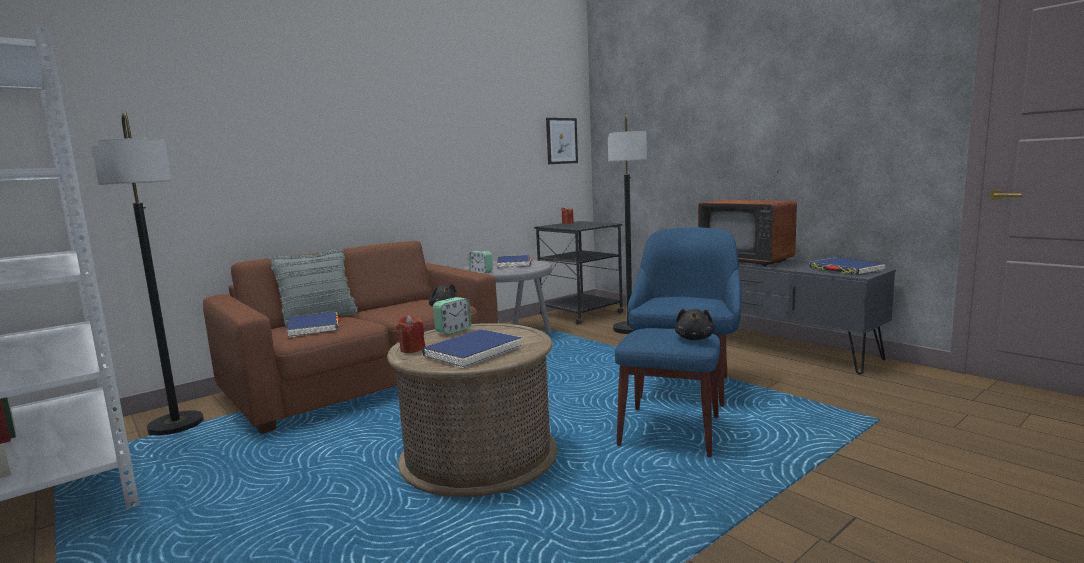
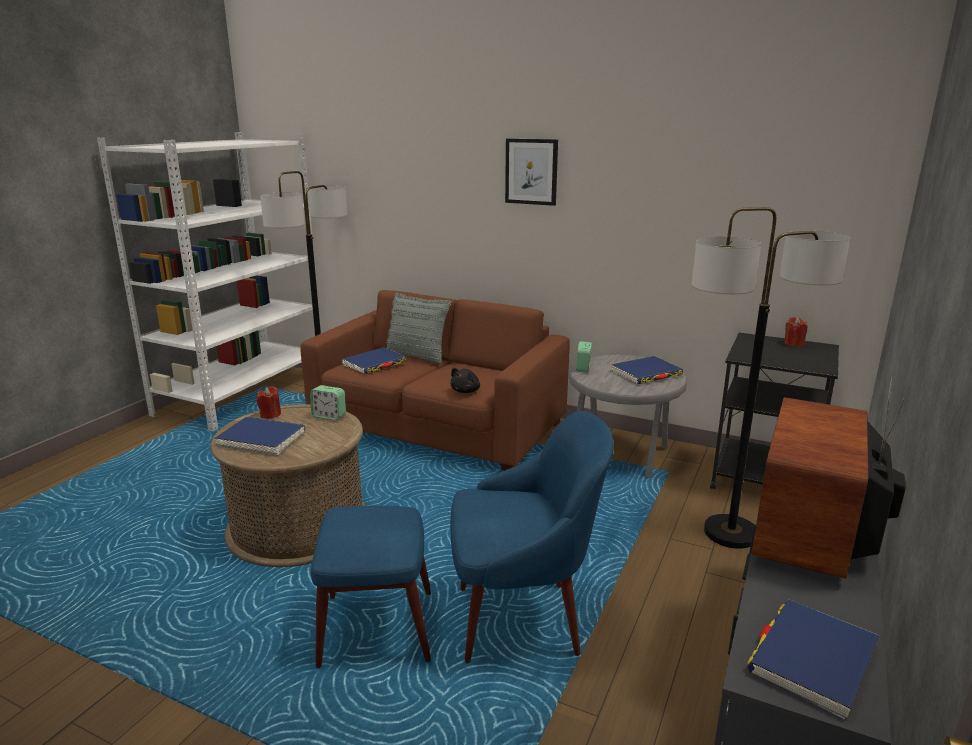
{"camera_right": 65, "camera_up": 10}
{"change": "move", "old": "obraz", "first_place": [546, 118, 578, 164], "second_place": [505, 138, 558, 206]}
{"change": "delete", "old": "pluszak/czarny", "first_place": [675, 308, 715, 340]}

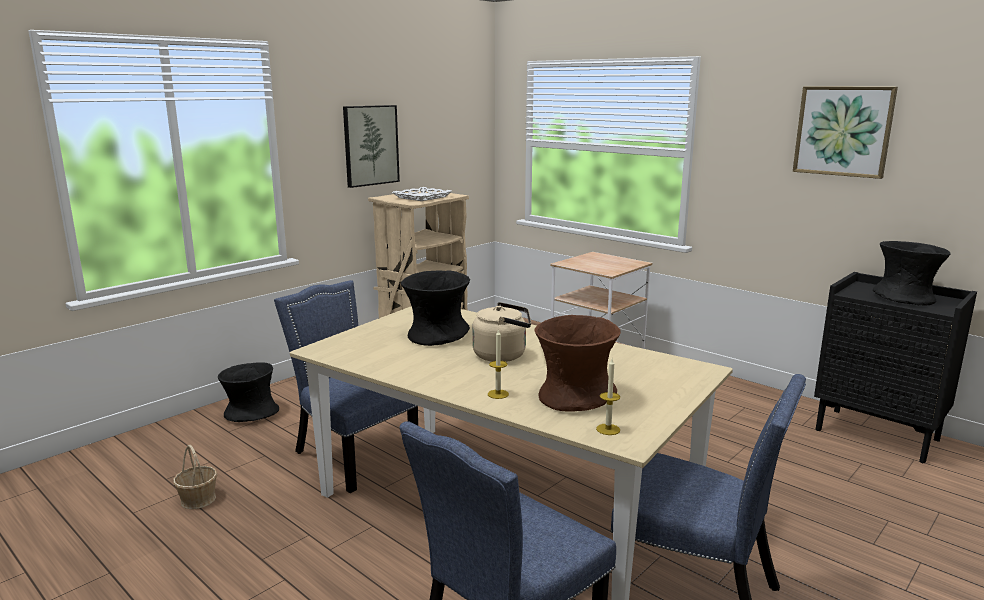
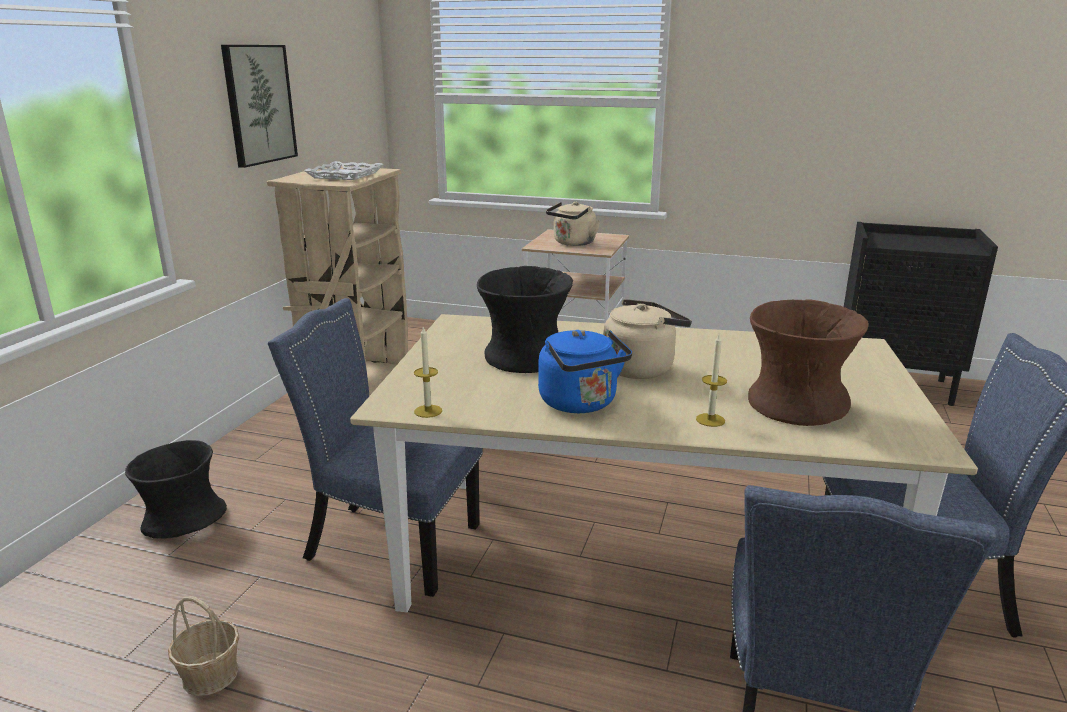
{"camera_right": -25, "camera_up": 5}
{"change": "move", "old": "świeca", "first_place": [596, 359, 620, 435], "second_place": [414, 326, 442, 418]}
{"change": "insert", "new": "czajnik/niebieski", "second_place": [538, 330, 632, 413]}
{"change": "insert", "new": "czajnik/beżowy", "second_place": [546, 202, 600, 246]}
{"change": "delete", "old": "obraz", "first_place": [793, 87, 898, 179]}
{"change": "delete", "old": "wazon/czarny", "first_place": [873, 241, 951, 305]}

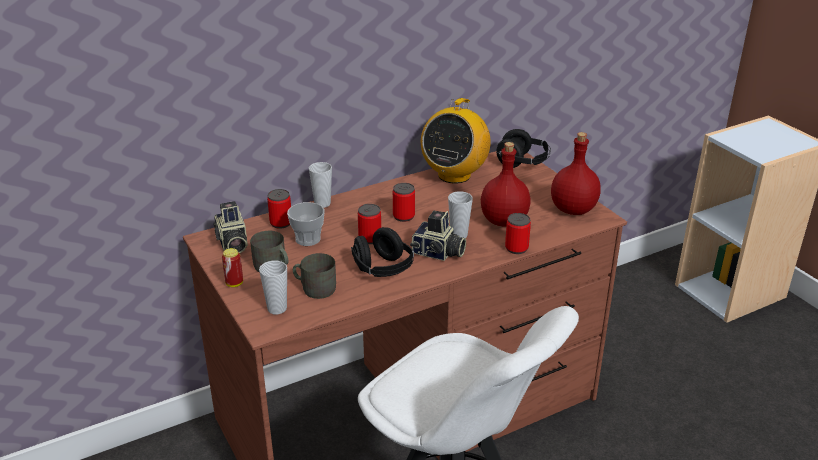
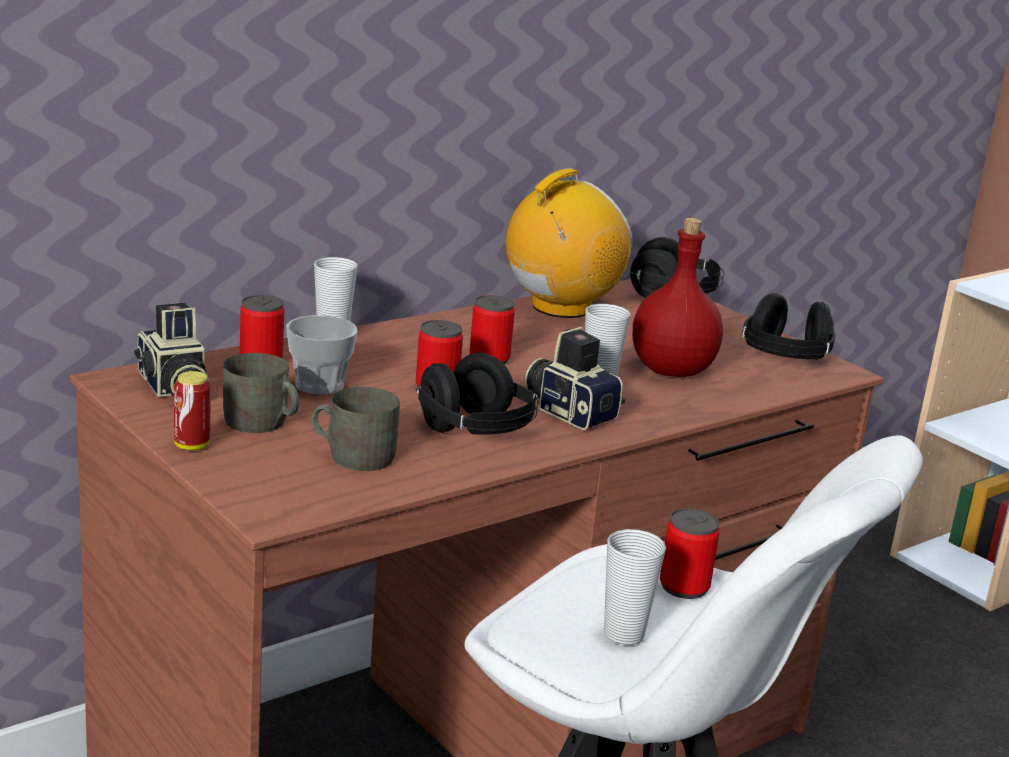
{"camera_right": -10, "camera_up": -10}
{"change": "rotate", "old": "radio", "first_place": [421, 98, 491, 184], "second_place": [506, 168, 633, 318], "degrees": -150}
{"change": "rotate", "old": "aparat fotograficzny", "first_place": [410, 211, 466, 261], "second_place": [525, 327, 625, 430], "degrees": -150}
{"change": "move", "old": "filiżanka", "first_place": [259, 260, 287, 314], "second_place": [604, 529, 666, 645]}
{"change": "move", "old": "puszka", "first_place": [505, 213, 531, 254], "second_place": [660, 508, 720, 599]}
{"change": "replace", "old": "butelka/czerwony", "new": "słuchawki/czarny", "first_place": [551, 132, 601, 215], "second_place": [742, 293, 835, 360]}

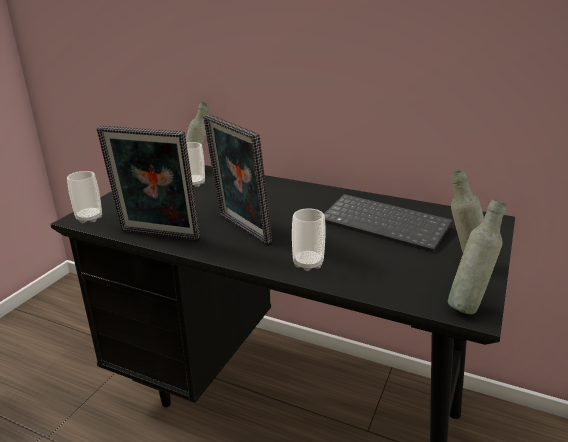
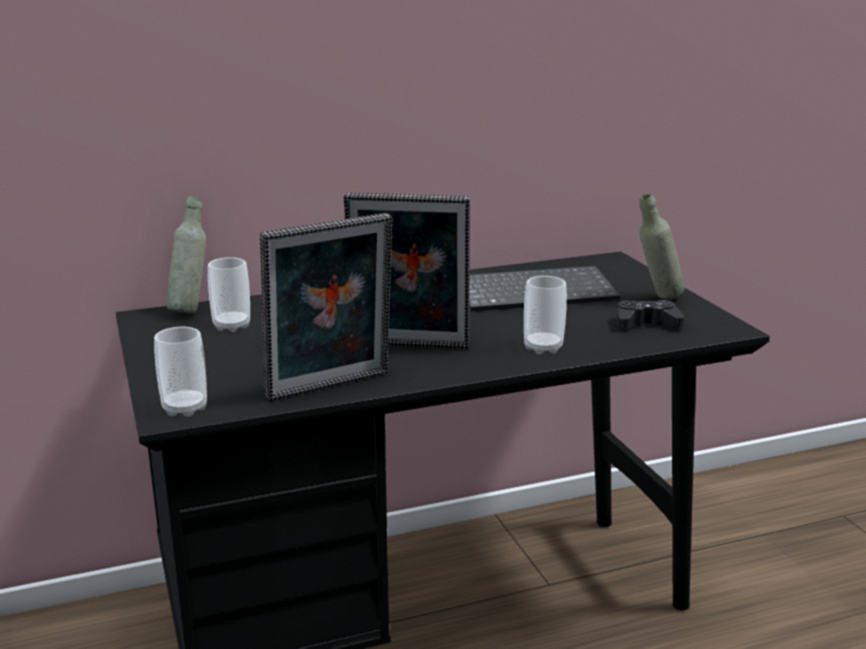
{"camera_right": -45, "camera_up": -5}
{"change": "insert", "new": "pad do gier/czarny", "second_place": [617, 300, 684, 328]}
{"change": "delete", "old": "butelka/szary", "first_place": [448, 199, 506, 314]}

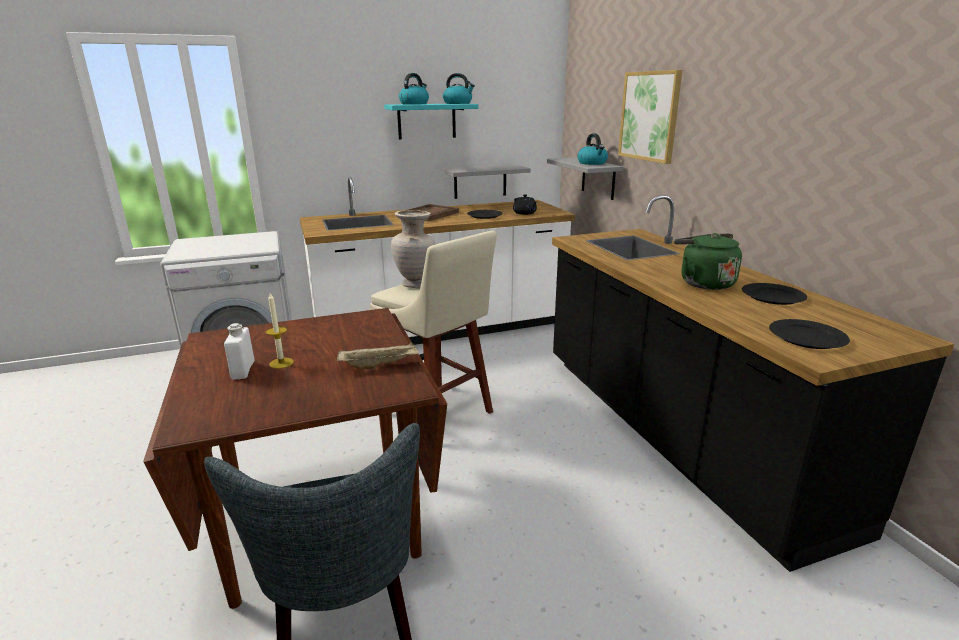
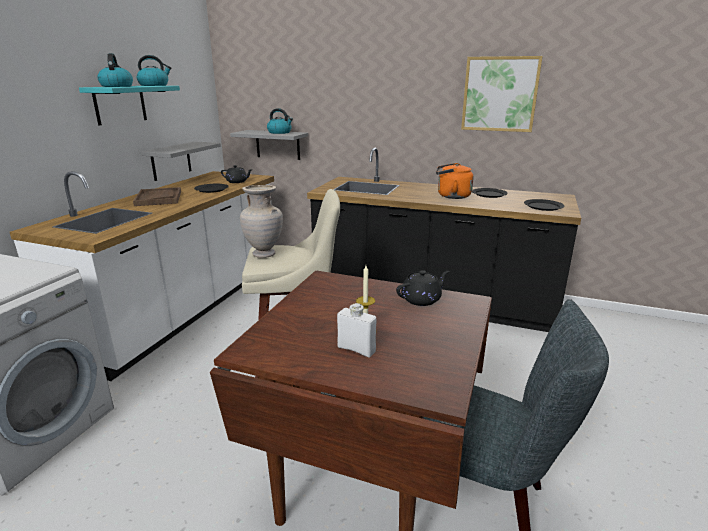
{"camera_right": -50, "camera_up": 0}
{"change": "replace", "old": "taca/beżowy", "new": "imbryk/czarny", "first_place": [337, 342, 419, 369], "second_place": [396, 270, 449, 306]}
{"change": "recolor", "old": "czajnik/zielony", "new": "czajnik/pomarańczowy", "first_place": [674, 233, 742, 290], "second_place": [436, 163, 474, 199]}
{"change": "move", "old": "obraz", "first_place": [618, 70, 682, 164], "second_place": [461, 56, 542, 132]}

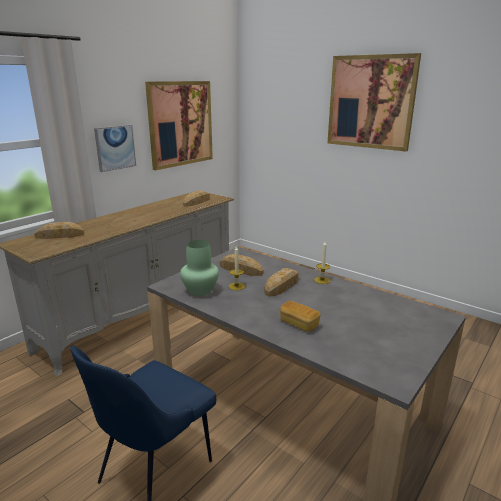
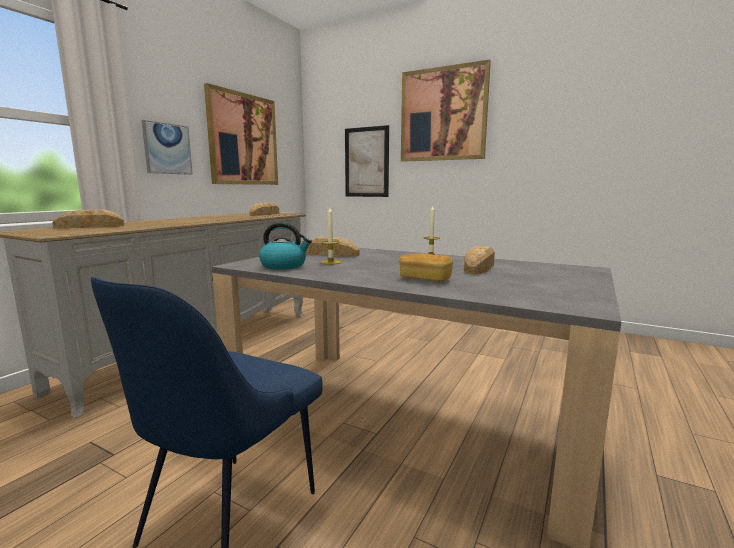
{"camera_right": -10, "camera_up": -10}
{"change": "replace", "old": "wazon/zielony", "new": "czajnik", "first_place": [180, 240, 219, 296], "second_place": [259, 222, 312, 270]}
{"change": "insert", "new": "obraz", "second_place": [345, 125, 389, 197]}
{"change": "move", "old": "chleb", "first_place": [265, 268, 299, 296], "second_place": [464, 246, 495, 274]}

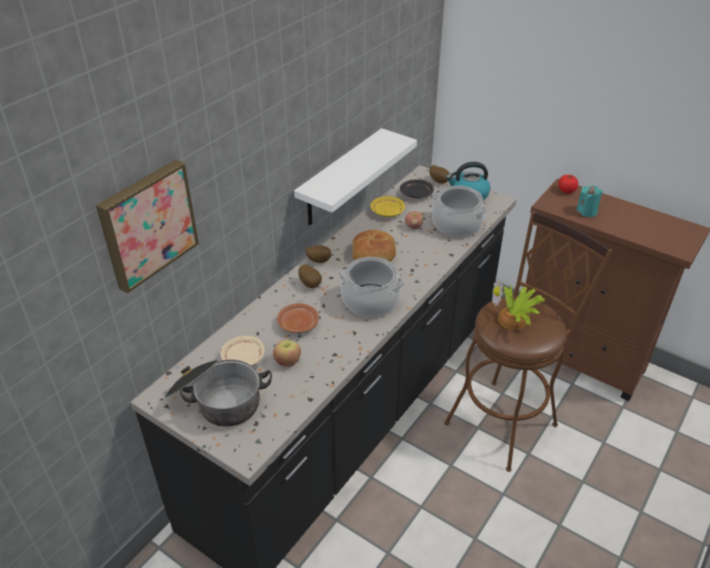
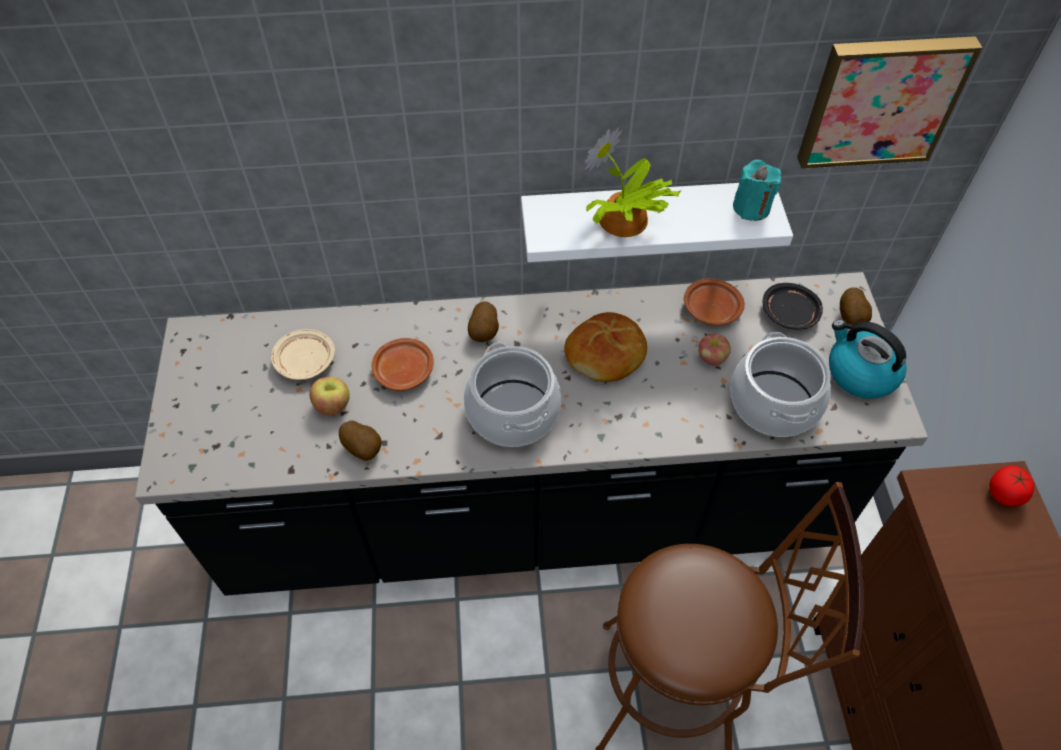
{"camera_right": 50, "camera_up": 15}
{"change": "move", "old": "ziemniak", "first_place": [306, 245, 331, 263], "second_place": [339, 421, 381, 461]}
{"change": "move", "old": "roślina doniczkowa", "first_place": [492, 276, 545, 330], "second_place": [584, 127, 682, 237]}
{"change": "recolor", "old": "talerz/żółty", "new": "talerz/brązowy", "first_place": [370, 196, 405, 217], "second_place": [684, 278, 745, 326]}
{"change": "move", "old": "świeca/turkusowy", "first_place": [576, 185, 603, 217], "second_place": [733, 160, 781, 221]}
{"change": "move", "old": "obraz", "first_place": [96, 160, 199, 294], "second_place": [797, 36, 982, 169]}
{"change": "delete", "old": "garnek", "first_place": [165, 360, 272, 427]}

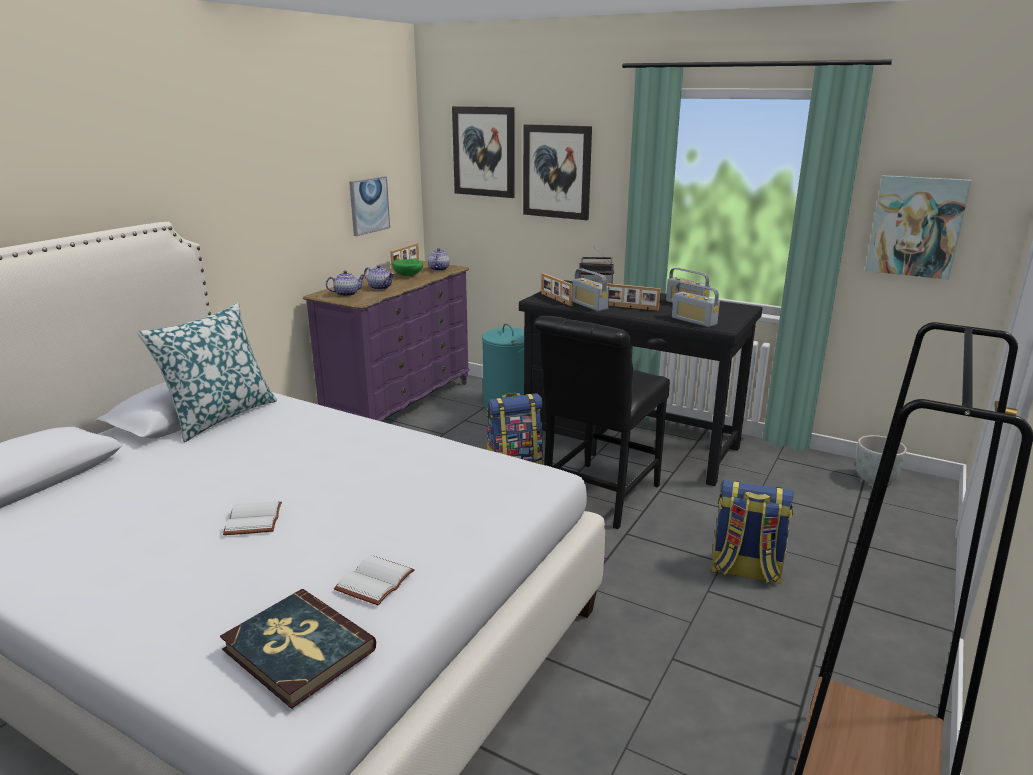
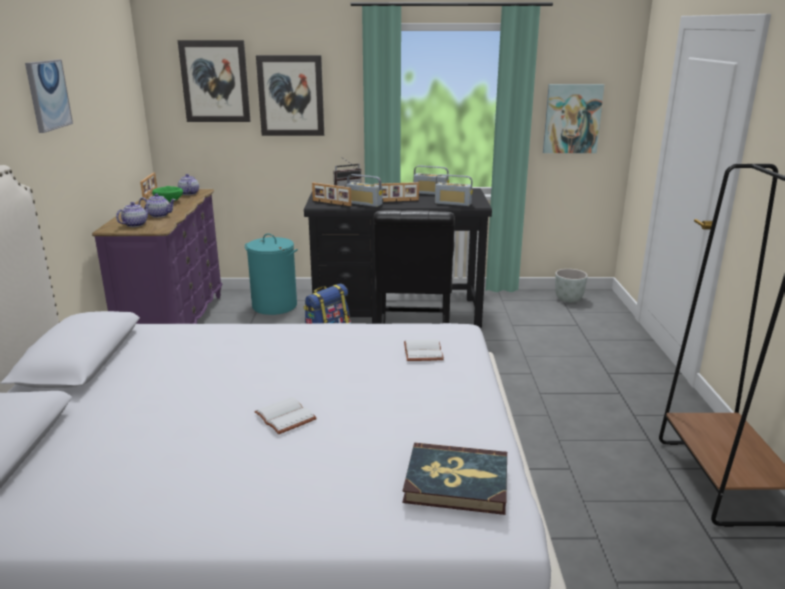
{"camera_right": -30, "camera_up": 0}
{"change": "move", "old": "obraz", "first_place": [349, 176, 390, 236], "second_place": [25, 60, 73, 133]}
{"change": "move", "old": "książka/biały", "first_place": [334, 555, 415, 605], "second_place": [404, 340, 444, 361]}
{"change": "delete", "old": "poduszka", "first_place": [138, 303, 277, 442]}
{"change": "delete", "old": "plecak", "first_place": [711, 480, 794, 584]}

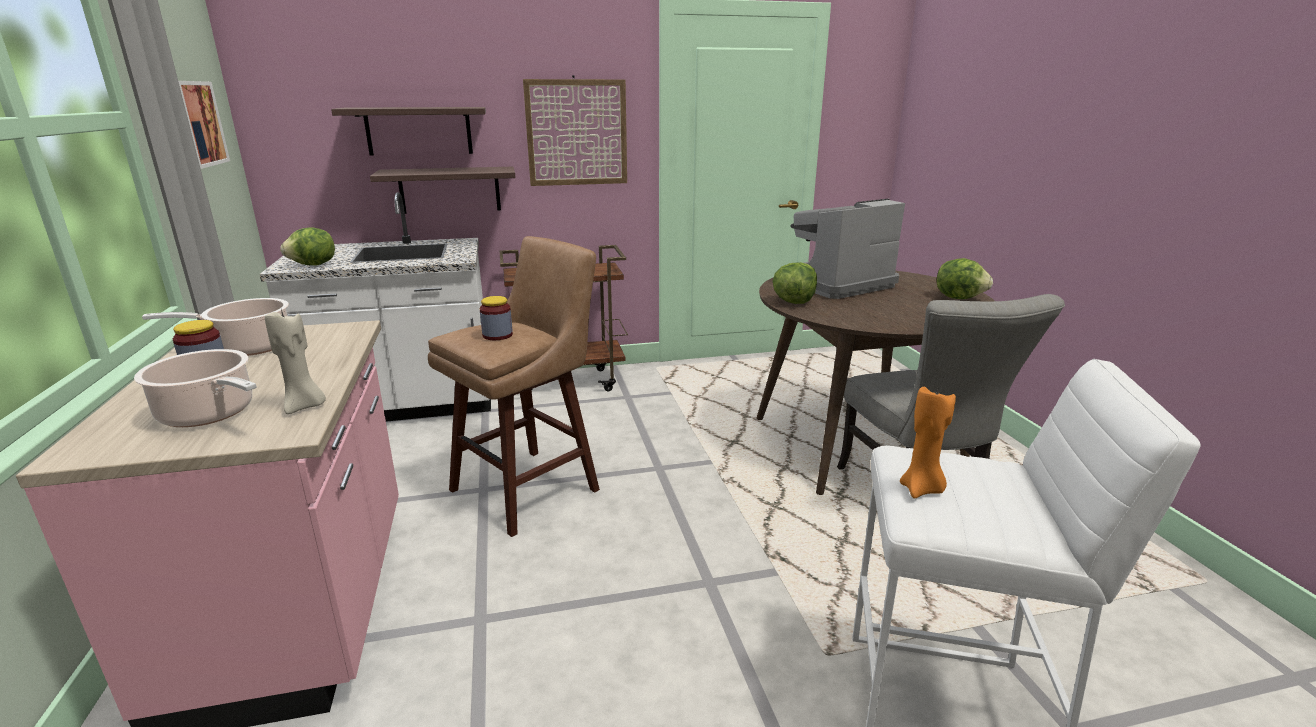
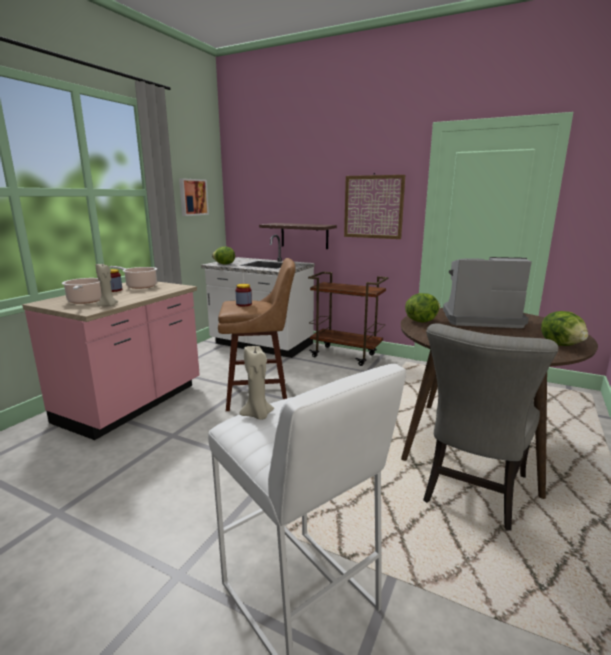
{"camera_right": 40, "camera_up": -5}
{"change": "recolor", "old": "świeca/pomarańczowy", "new": "świeca/beżowy", "first_place": [900, 385, 956, 498], "second_place": [239, 346, 274, 420]}
{"change": "delete", "old": "półka", "first_place": [331, 107, 486, 156]}

